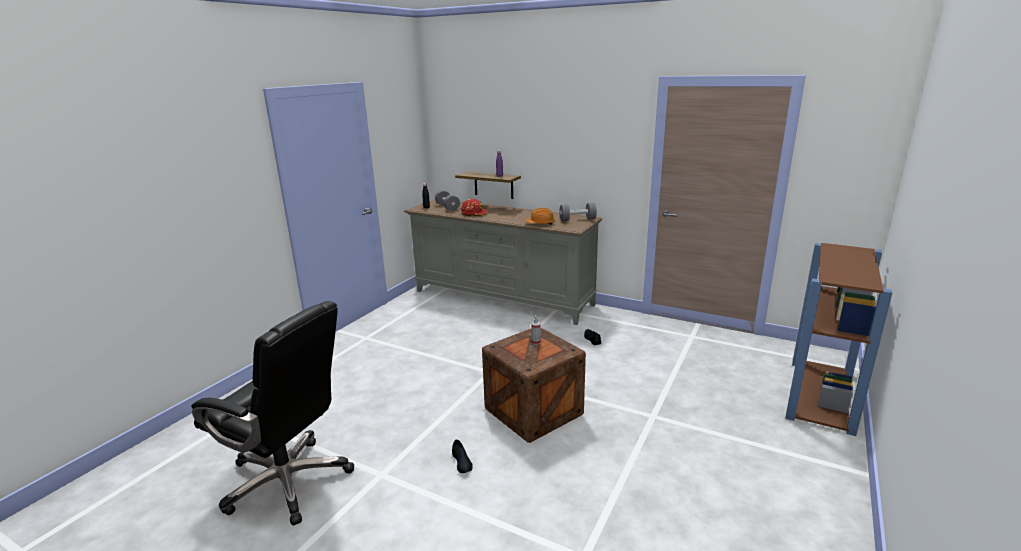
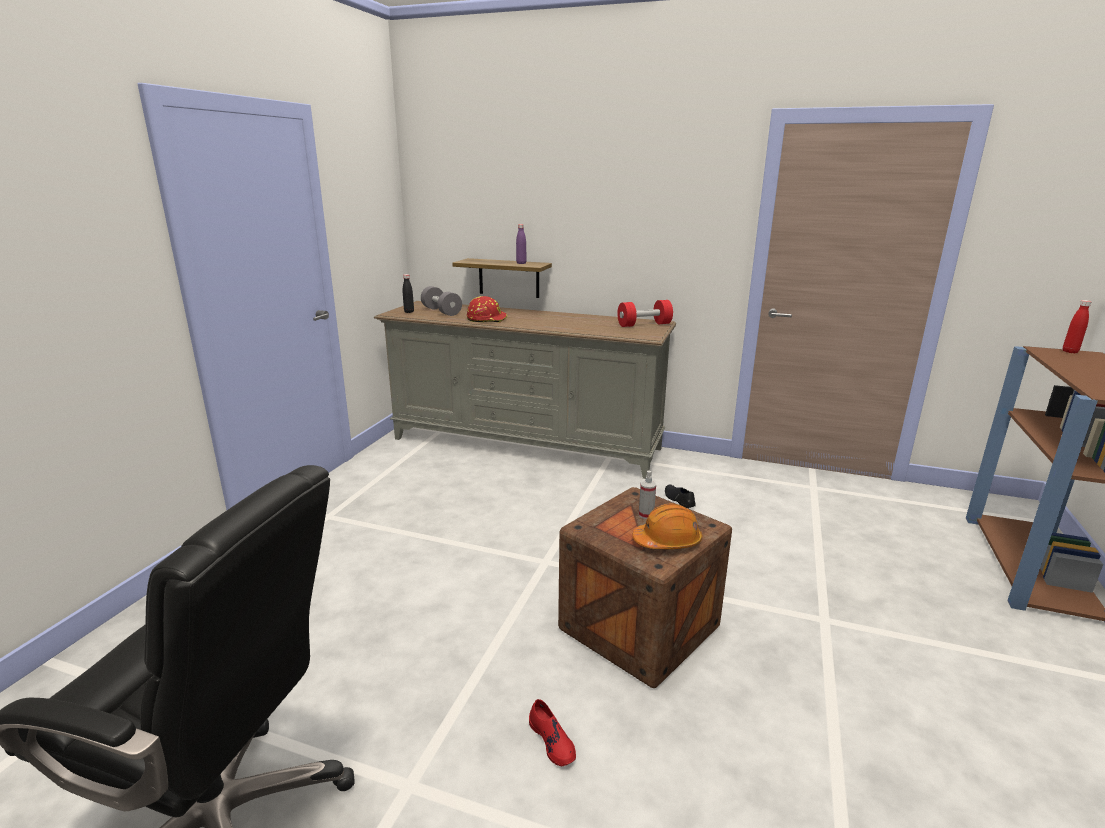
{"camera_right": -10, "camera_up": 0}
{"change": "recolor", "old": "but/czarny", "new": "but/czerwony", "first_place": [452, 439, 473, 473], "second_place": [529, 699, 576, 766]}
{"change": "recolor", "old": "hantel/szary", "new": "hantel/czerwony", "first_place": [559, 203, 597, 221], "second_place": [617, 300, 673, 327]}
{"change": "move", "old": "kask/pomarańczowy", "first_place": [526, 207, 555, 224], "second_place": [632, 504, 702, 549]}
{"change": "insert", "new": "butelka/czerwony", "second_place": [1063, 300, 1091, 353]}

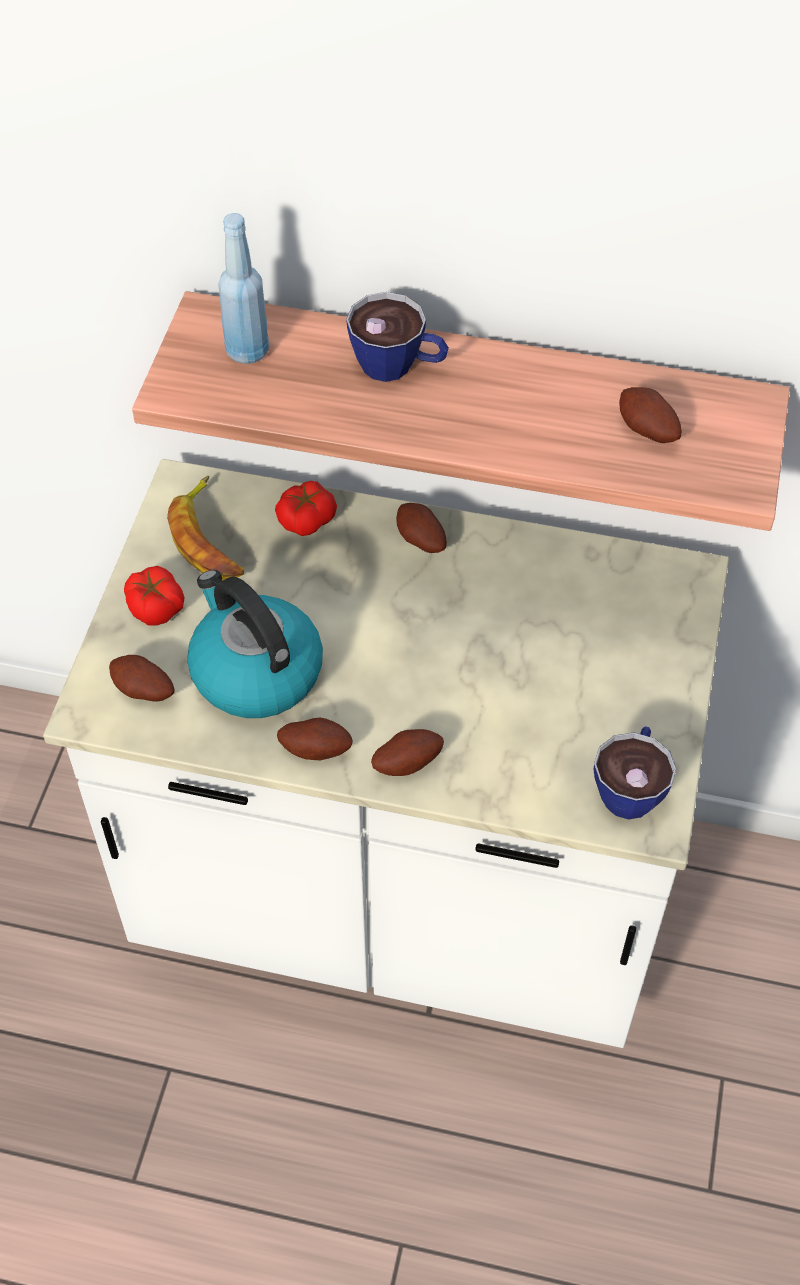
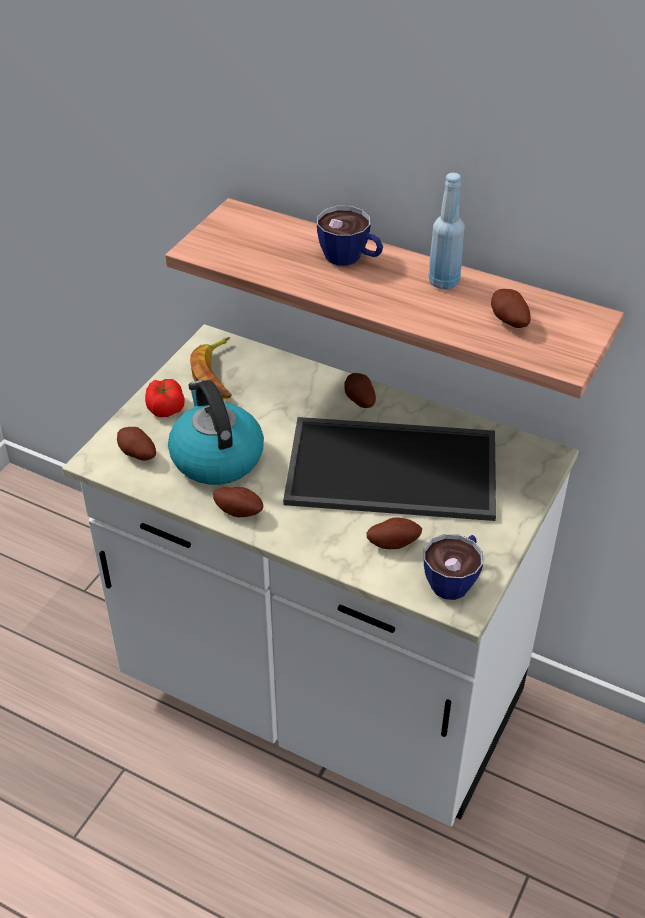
{"camera_right": 15, "camera_up": -10}
{"change": "insert", "new": "taca", "second_place": [283, 417, 496, 521]}
{"change": "move", "old": "ziemniak", "first_place": [371, 729, 444, 776], "second_place": [366, 517, 422, 549]}
{"change": "move", "old": "butelka/niebieski", "first_place": [218, 213, 269, 364], "second_place": [429, 173, 465, 289]}
{"change": "delete", "old": "pomidor", "first_place": [275, 481, 337, 536]}

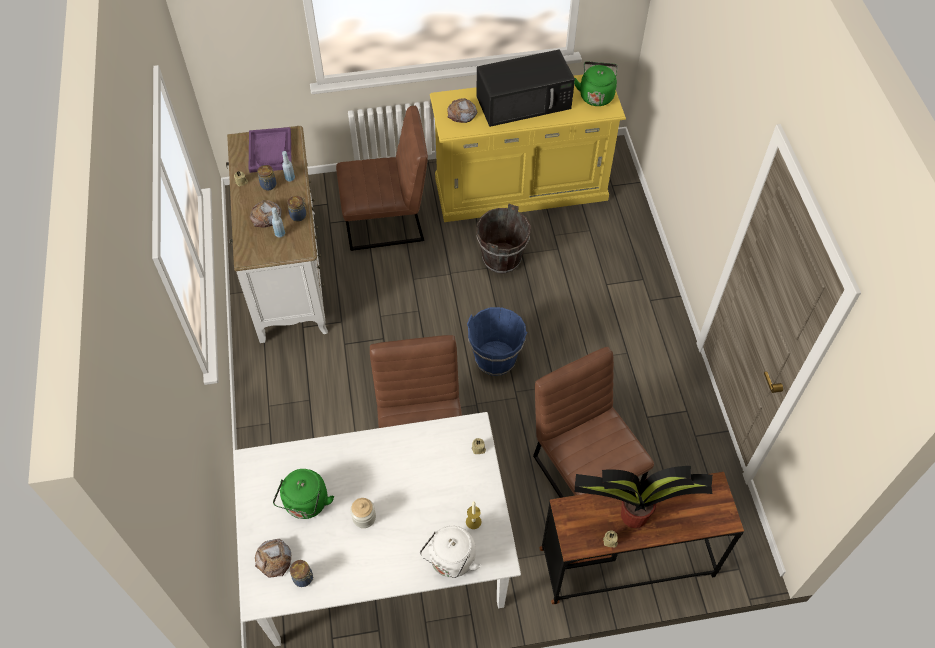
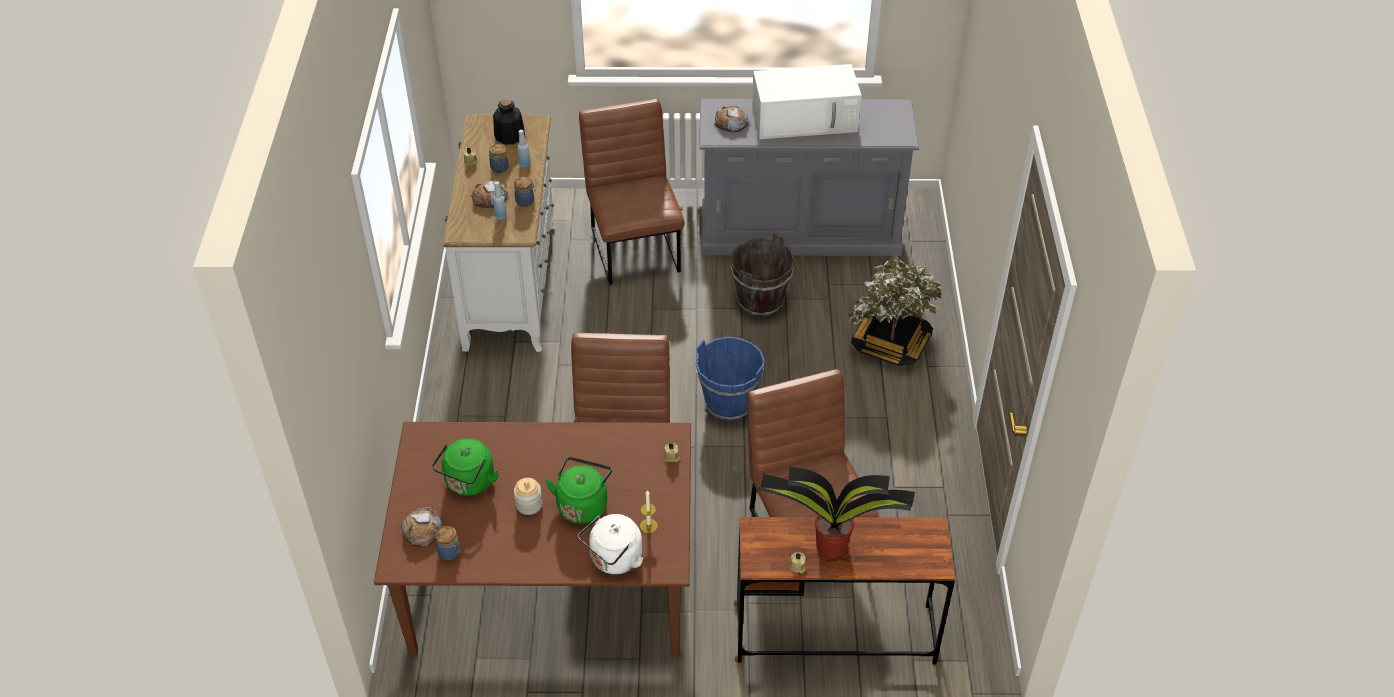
{"camera_right": 10, "camera_up": -10}
{"change": "recolor", "old": "stół jadalny/biały", "new": "stół jadalny/brązowy", "first_place": [234, 412, 521, 646], "second_place": [374, 422, 691, 657]}
{"change": "replace", "old": "taca/fioletowy", "new": "butelka", "first_place": [249, 127, 292, 173], "second_place": [493, 99, 525, 144]}
{"change": "move", "old": "czajnik/zielony", "first_place": [574, 61, 618, 106], "second_place": [546, 457, 612, 524]}
{"change": "rotate", "old": "krzesło/brązowy", "first_place": [336, 106, 428, 251], "second_place": [579, 99, 684, 285], "degrees": -105}
{"change": "recolor", "old": "szafka/żółty", "new": "szafka/szary", "first_place": [430, 74, 626, 222], "second_place": [700, 99, 919, 256]}
{"change": "recolor", "old": "mikrofalówka/czarny", "new": "mikrofalówka/biały", "first_place": [476, 49, 575, 127], "second_place": [752, 64, 861, 139]}
{"change": "insert", "new": "roślina doniczkowa", "second_place": [848, 256, 943, 366]}

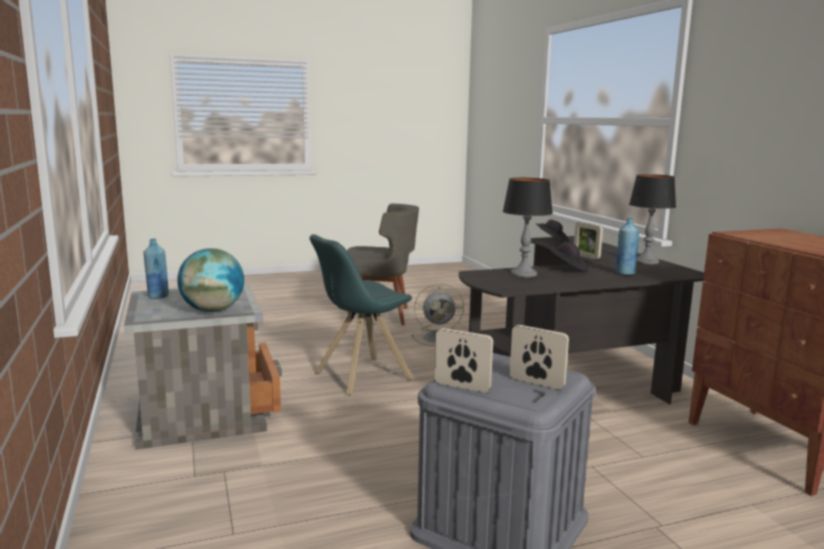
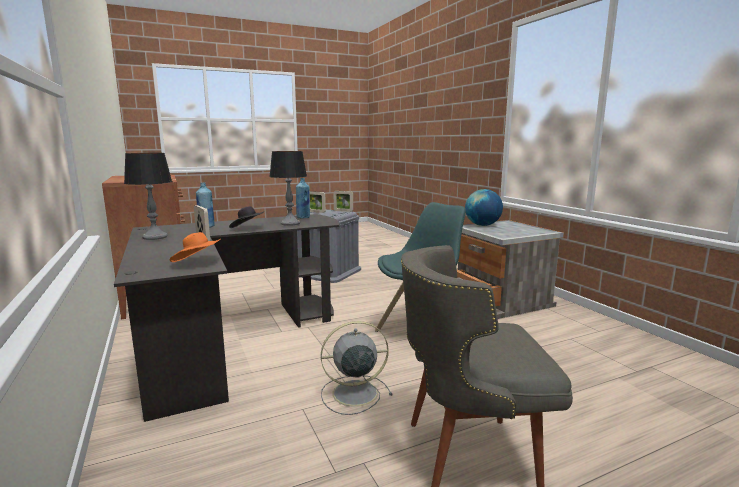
{"camera_right": 175, "camera_up": 0}
{"change": "recolor", "old": "kapelusz/czarny", "new": "kapelusz/pomarańczowy", "first_place": [536, 219, 570, 243], "second_place": [170, 232, 221, 262]}
{"change": "move", "old": "butelka/niebieski", "first_place": [144, 239, 169, 299], "second_place": [296, 178, 310, 218]}

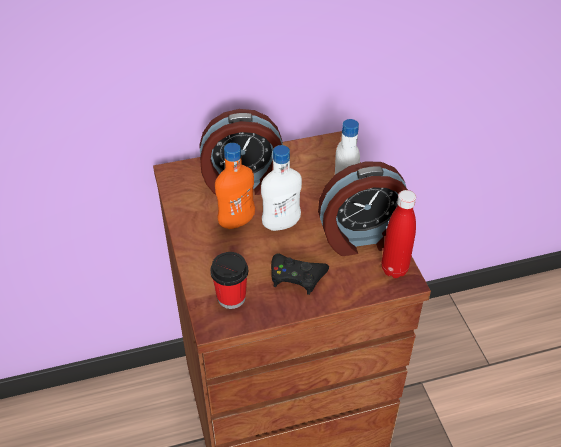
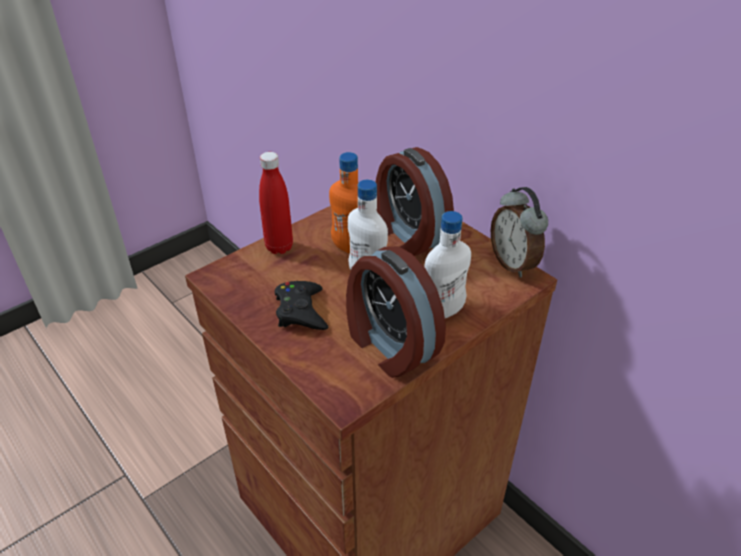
{"camera_right": 65, "camera_up": -5}
{"change": "move", "old": "butelka/czerwony", "first_place": [382, 190, 416, 278], "second_place": [259, 152, 293, 254]}
{"change": "insert", "new": "budzik", "second_place": [490, 187, 548, 278]}
{"change": "delete", "old": "filiżanka", "first_place": [210, 252, 248, 309]}

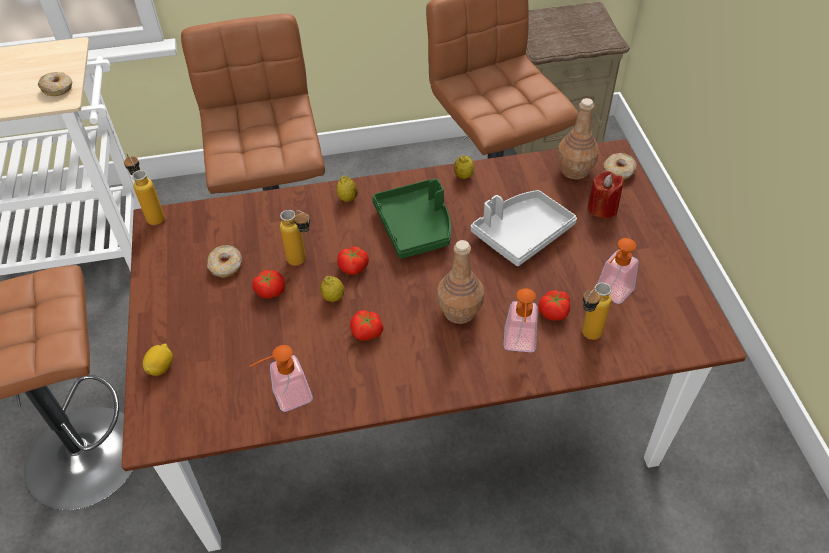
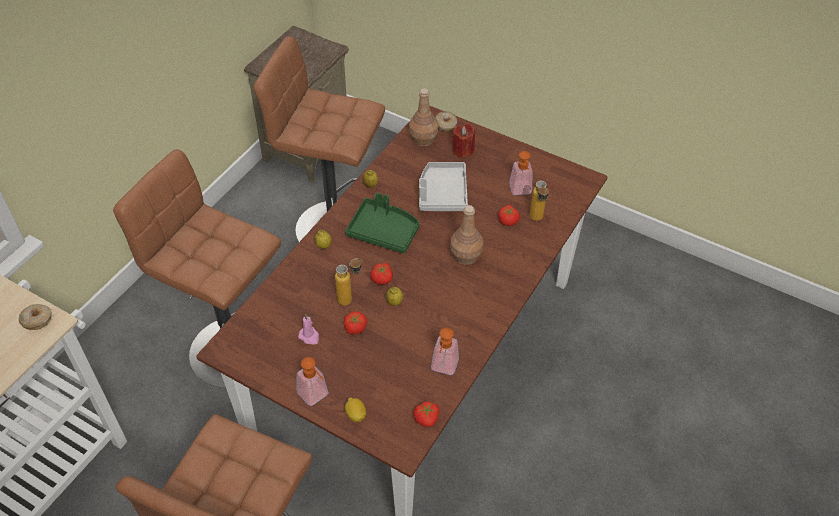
{"camera_right": -50, "camera_up": 0}
{"change": "move", "old": "dozownik mydła", "first_place": [504, 288, 538, 352], "second_place": [297, 357, 329, 406]}
{"change": "replace", "old": "donut", "new": "świeca/różowy", "first_place": [207, 245, 242, 278], "second_place": [298, 314, 319, 345]}
{"change": "move", "old": "pomidor", "first_place": [350, 310, 383, 341], "second_place": [413, 401, 440, 427]}
{"change": "delete", "old": "butelka", "first_place": [124, 153, 165, 225]}

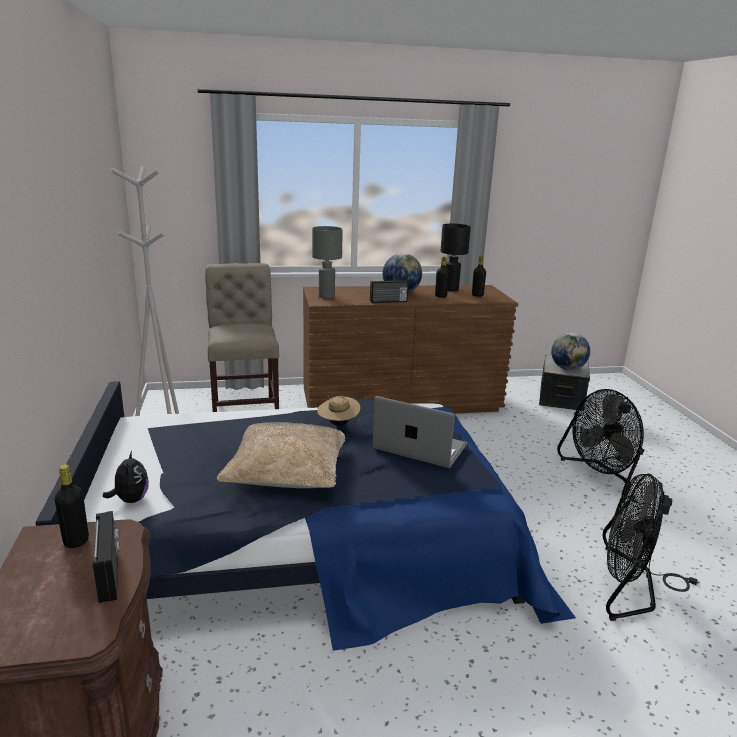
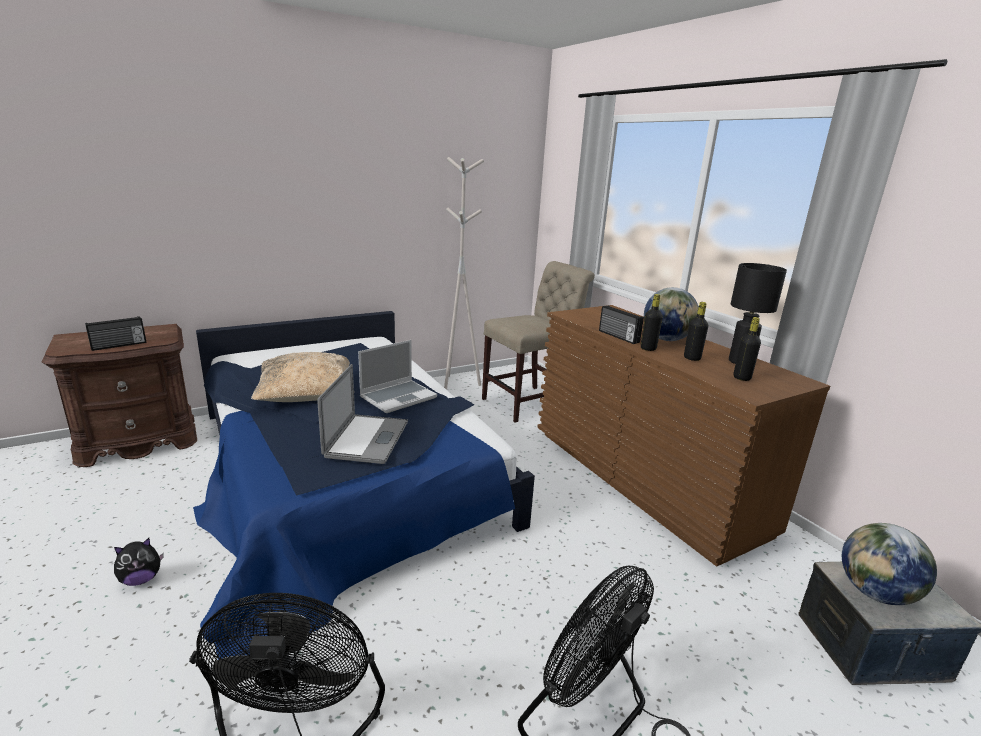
{"camera_right": 70, "camera_up": 0}
{"change": "move", "old": "pluszak", "first_place": [103, 450, 149, 503], "second_place": [114, 538, 164, 586]}
{"change": "replace", "old": "kapelusz/beżowy", "new": "laptop", "first_place": [317, 396, 360, 426], "second_place": [358, 340, 437, 413]}
{"change": "move", "old": "butelka/czarny", "first_place": [55, 464, 89, 548], "second_place": [641, 294, 663, 351]}
{"change": "delete", "old": "lampa stołowa/szary", "first_place": [312, 226, 343, 299]}

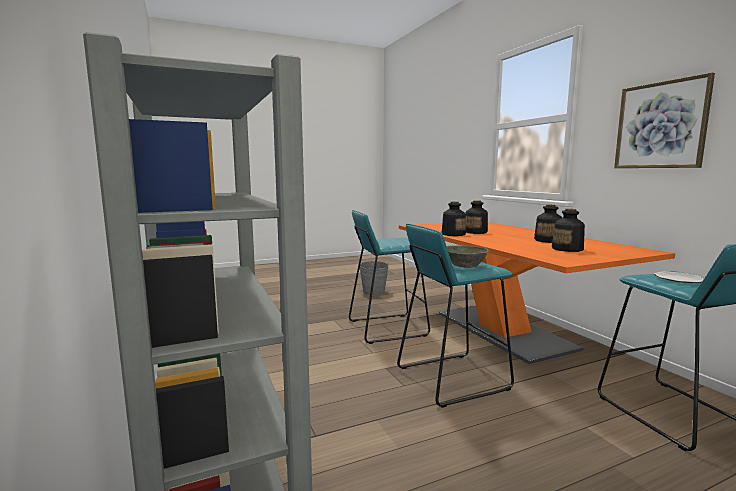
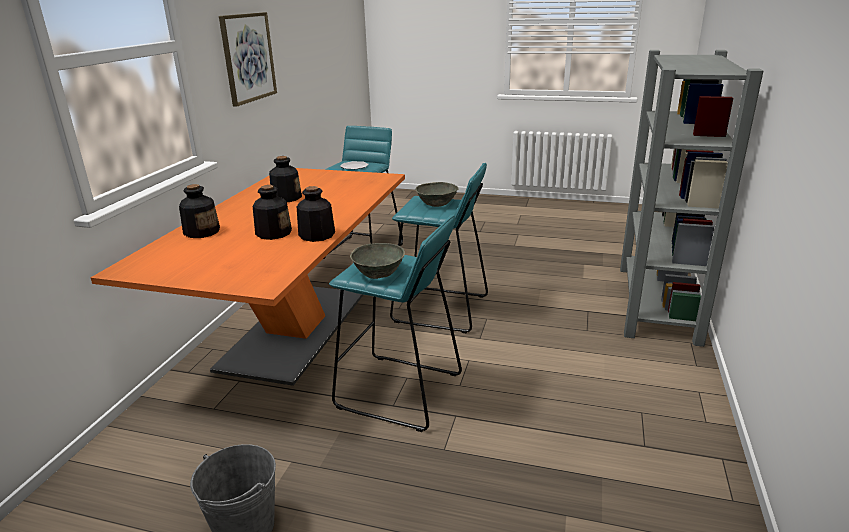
{"camera_right": -140, "camera_up": 15}
{"change": "move", "old": "butelka", "first_place": [552, 209, 585, 252], "second_place": [179, 184, 220, 238]}
{"change": "insert", "new": "miska/szary", "second_place": [350, 243, 405, 279]}

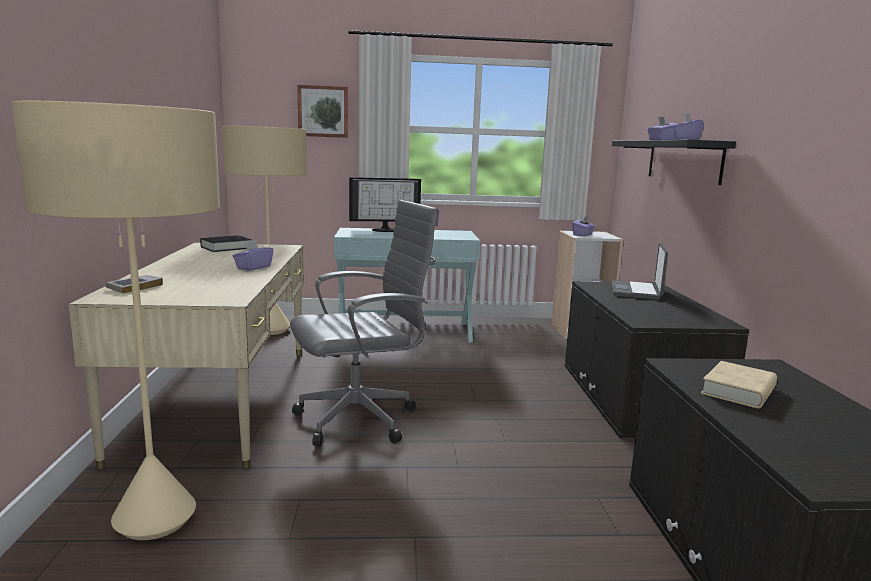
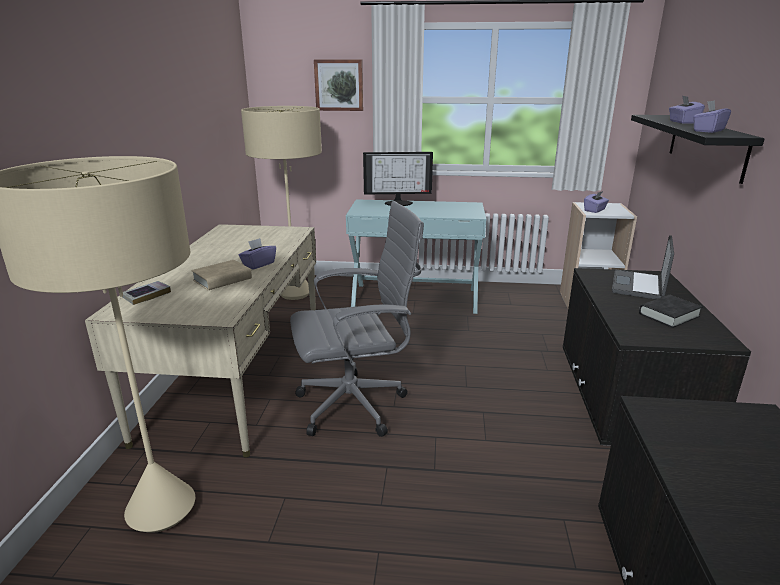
{"camera_right": 10, "camera_up": 10}
{"change": "move", "old": "książka/beżowy", "first_place": [701, 361, 777, 408], "second_place": [191, 260, 252, 290]}
{"change": "move", "old": "książka/czarny", "first_place": [200, 235, 251, 252], "second_place": [639, 295, 703, 328]}

